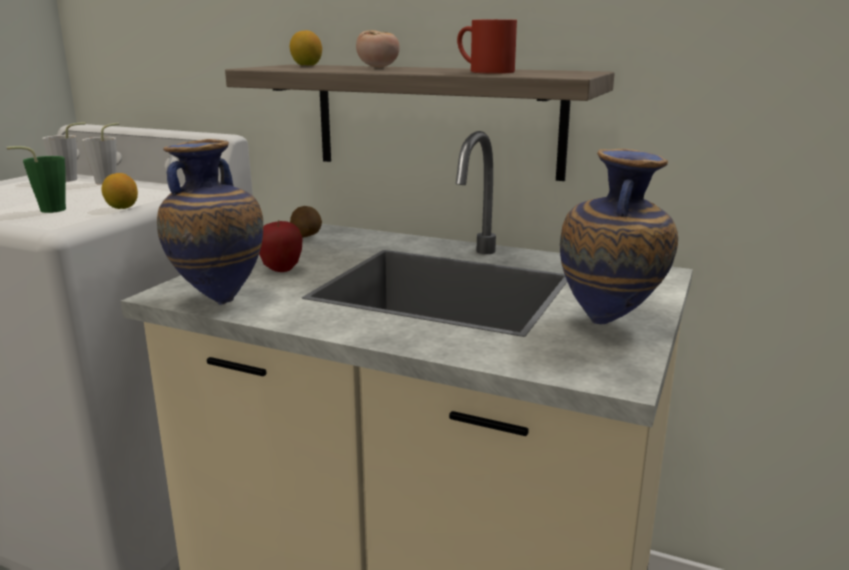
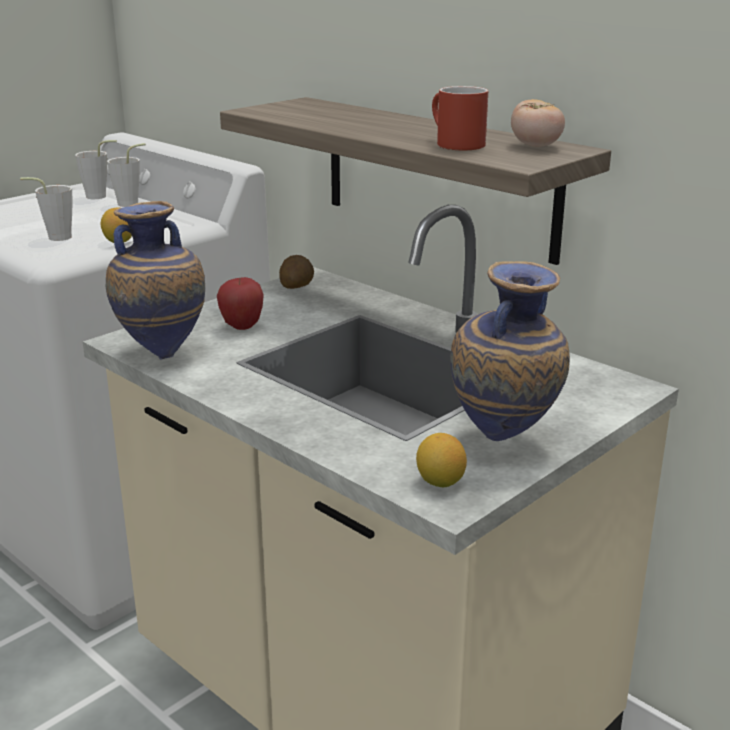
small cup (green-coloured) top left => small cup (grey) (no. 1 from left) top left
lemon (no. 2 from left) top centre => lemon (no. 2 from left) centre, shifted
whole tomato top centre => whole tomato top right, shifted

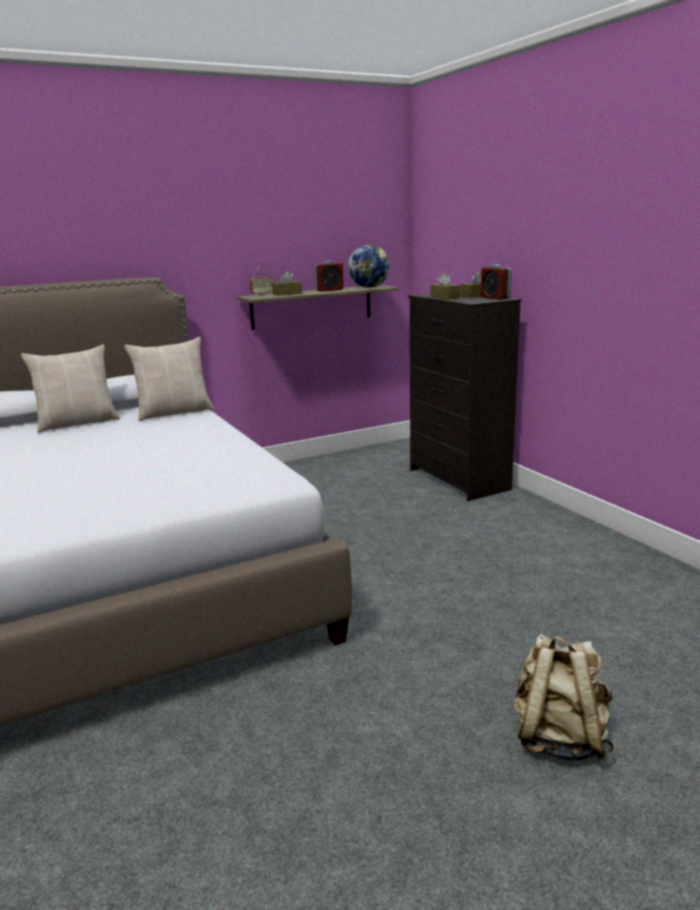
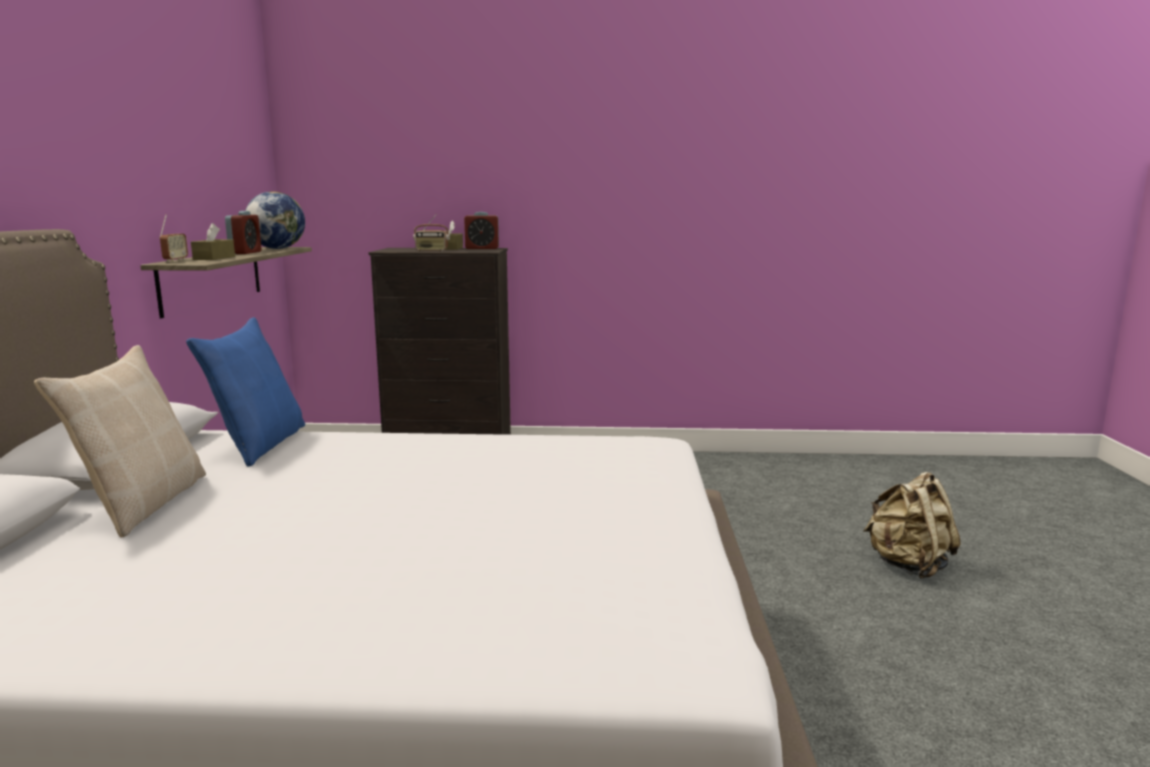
pillow (beige) (no. 2 from left) middle left => pillow (bluish) middle left
tissue holder (brownish) (no. 2 from left) top centre => radio (no. 2 from left) top centre

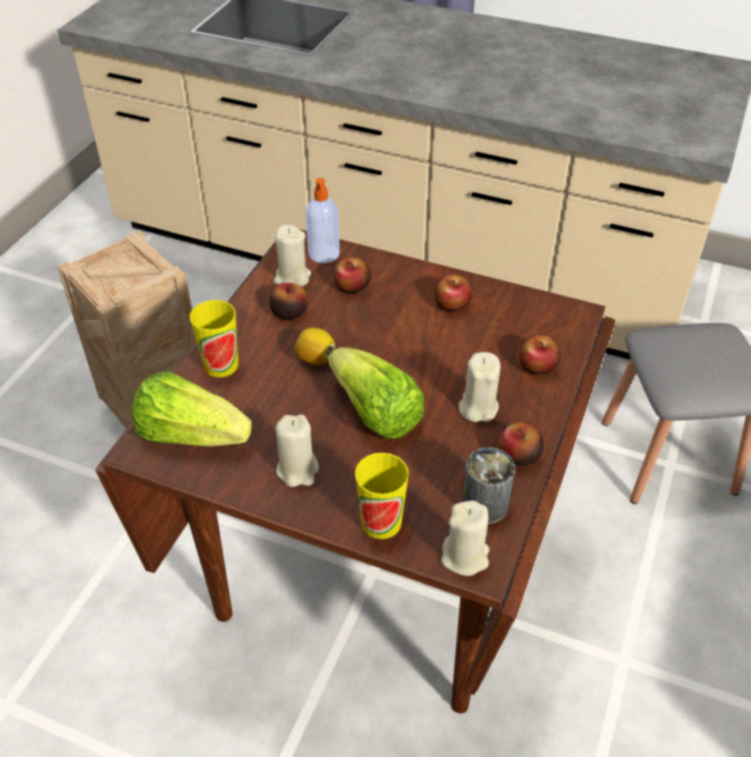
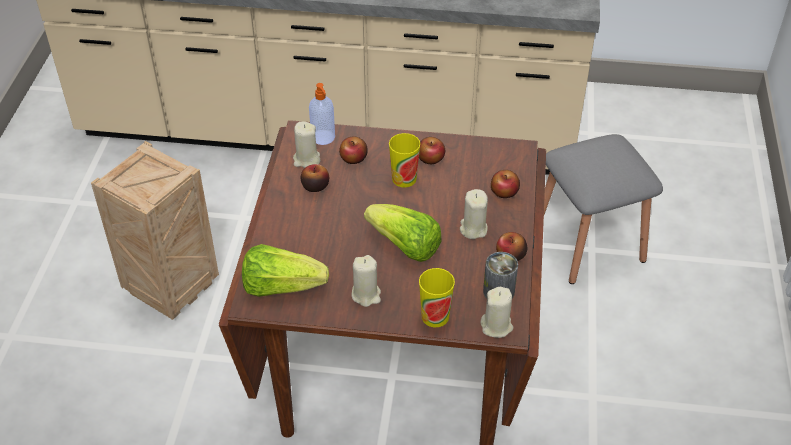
small cup (no. 1 from left) middle left => small cup (no. 1 from left) centre, shifted
lemon centre => nothing

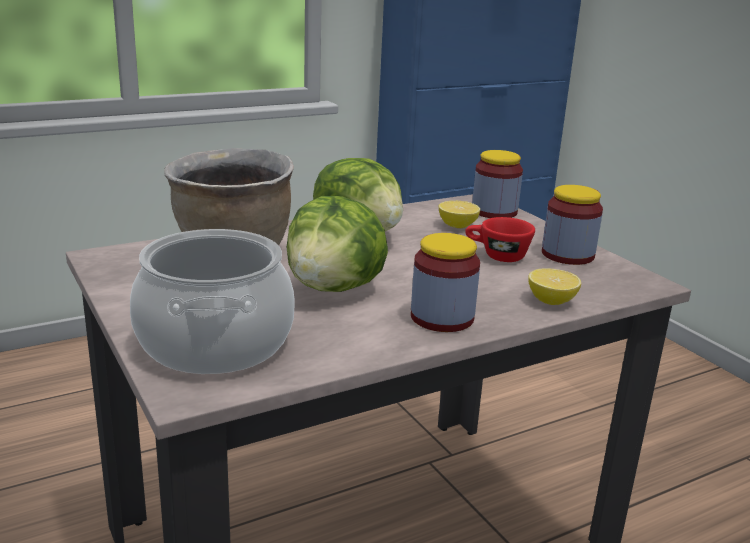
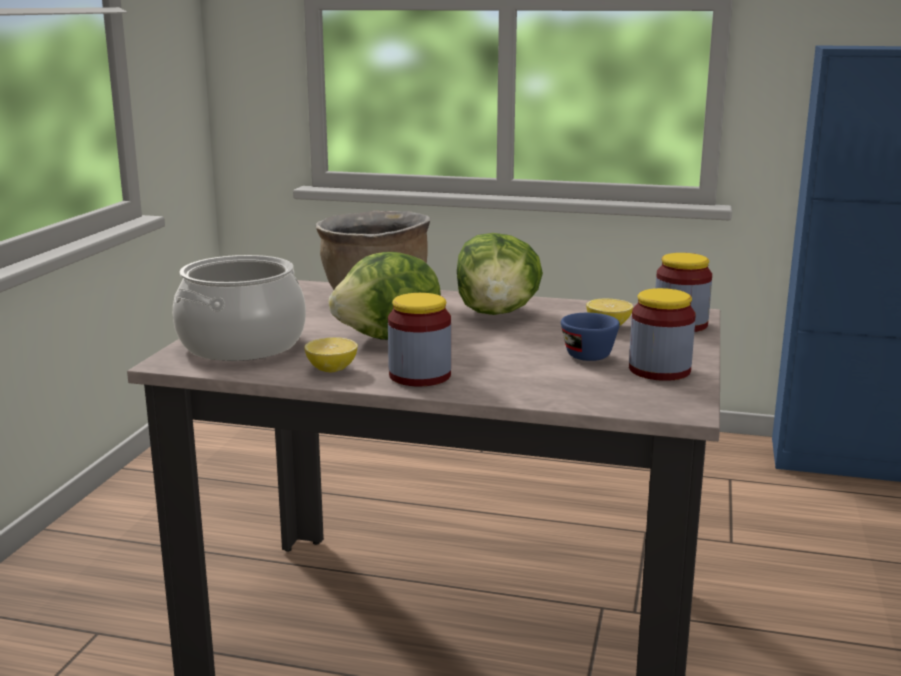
lemon (no. 2 from left in the first image) middle right => lemon (no. 1 from left) centre, shifted
small cup (red-coloured) middle right => small cup (bluish) centre

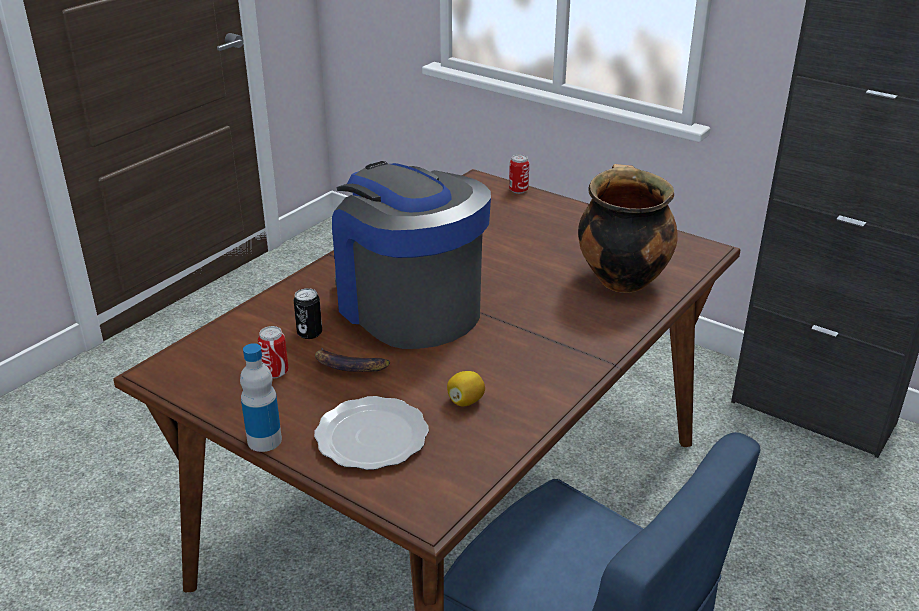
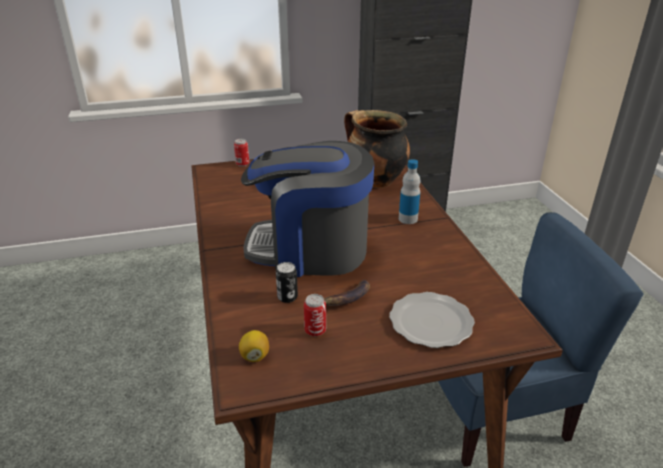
lemon centre => lemon bottom centre, shifted
beverage bottle middle left => beverage bottle centre, shifted

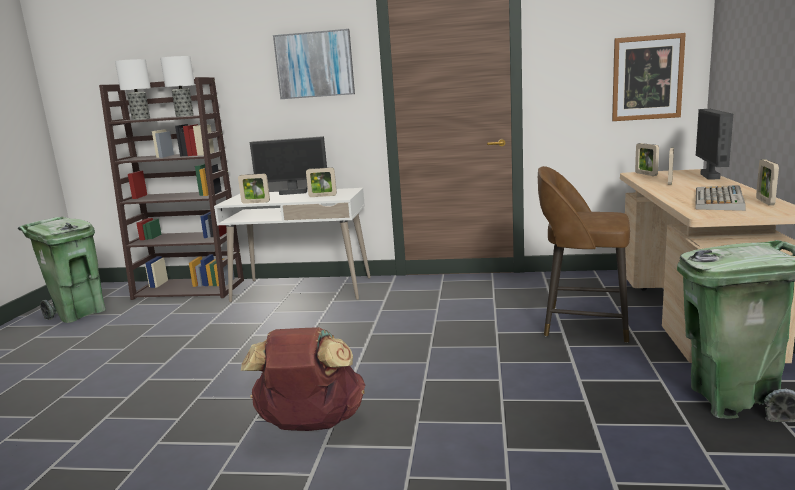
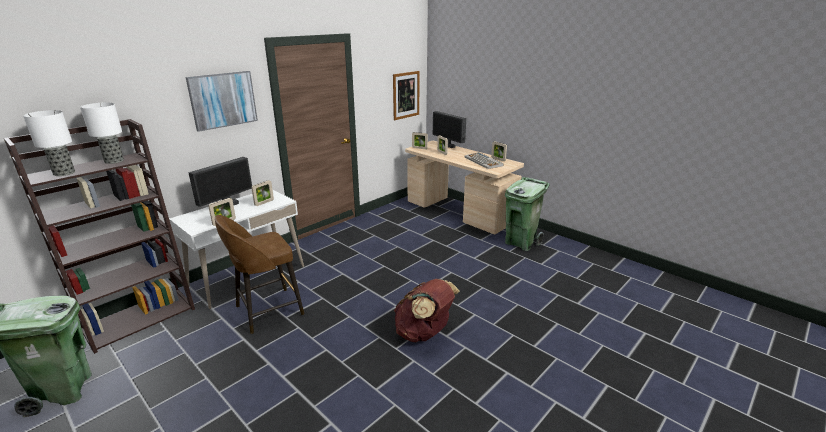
sitting stool (brownish) middle right => sitting stool (brownish) middle left, shifted

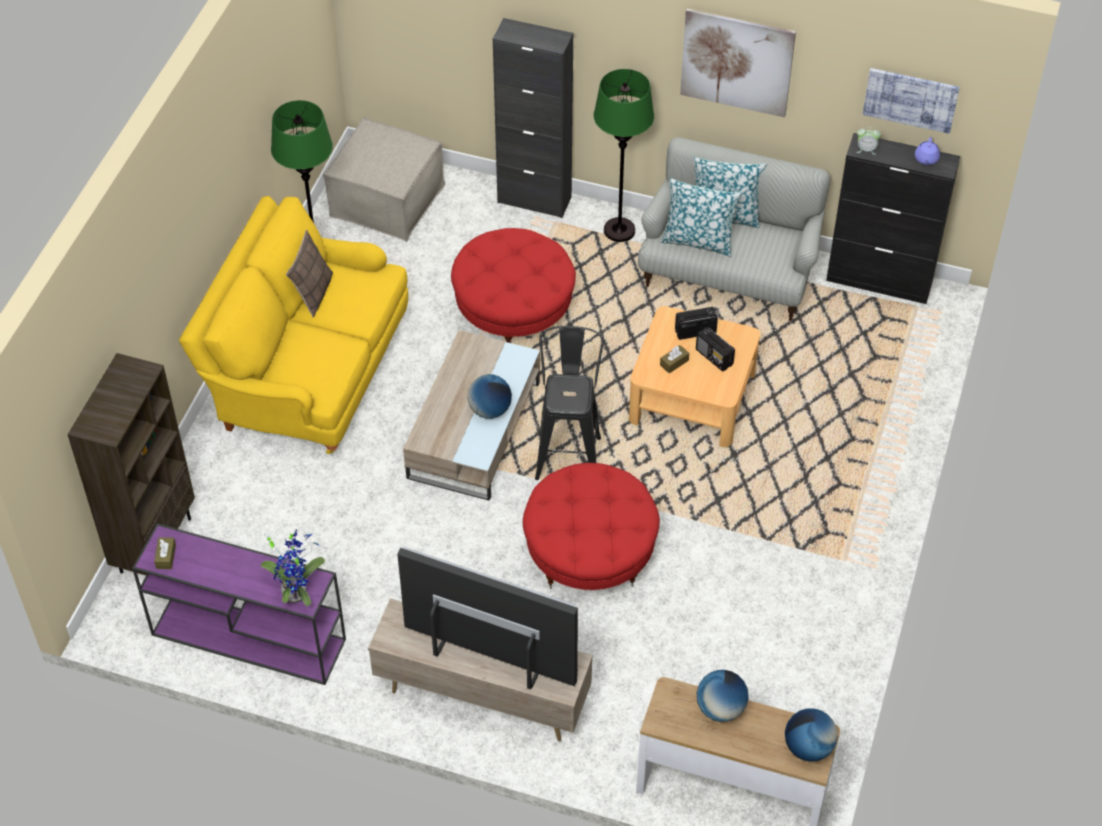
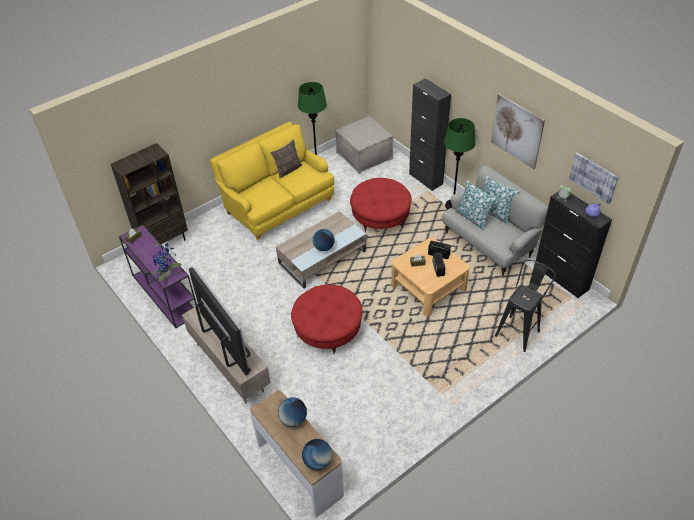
sitting stool (blackish) centre => sitting stool (blackish) middle right, shifted

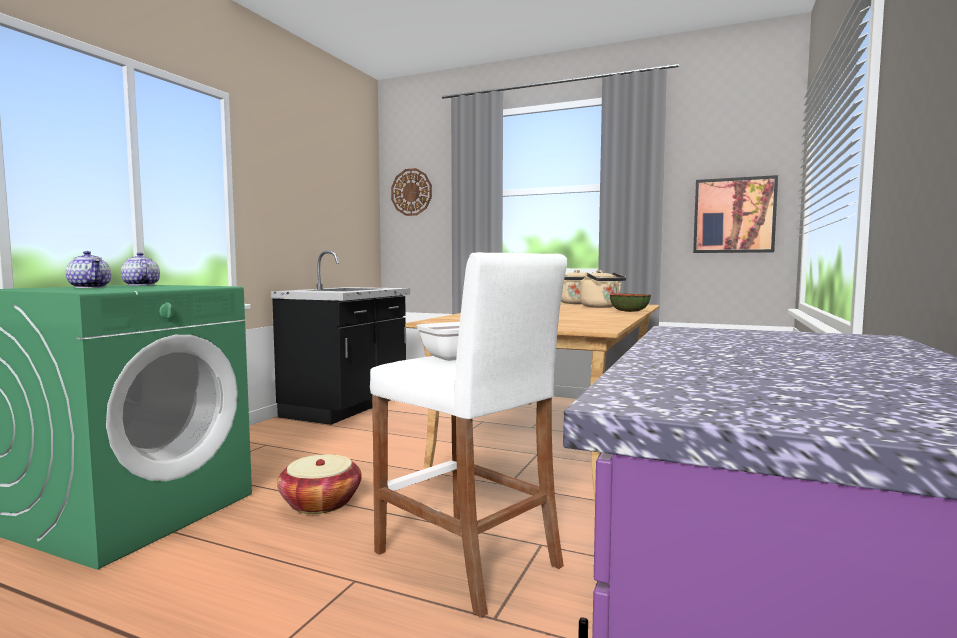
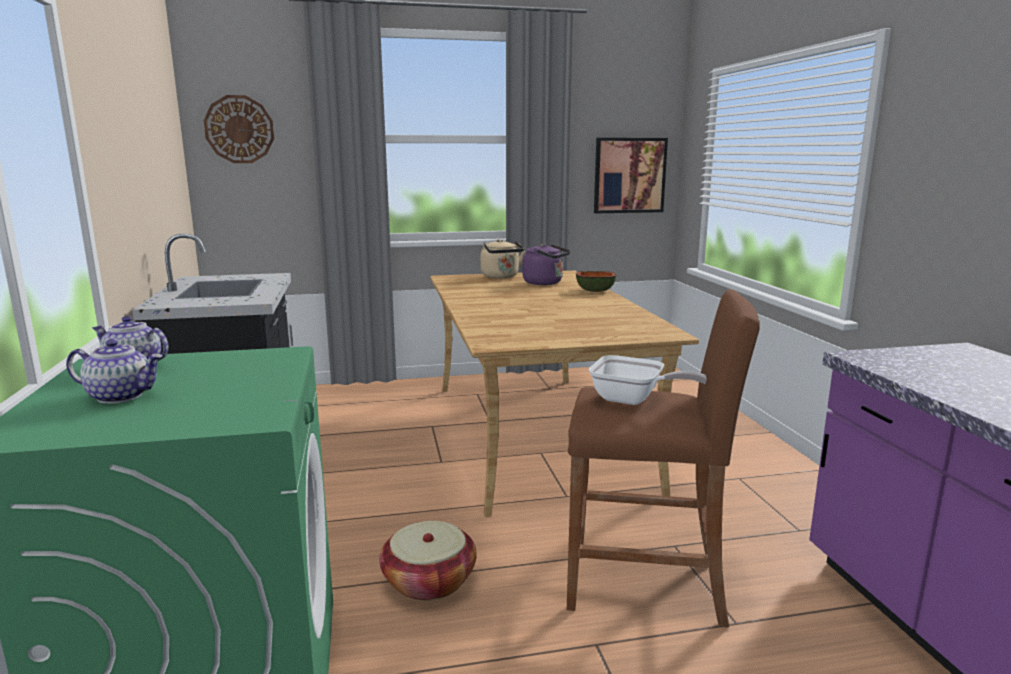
tea kettle (beige) (no. 2 from left) centre => tea kettle (purplish) centre
sitting stool (white) bottom centre => sitting stool (brownish) bottom centre

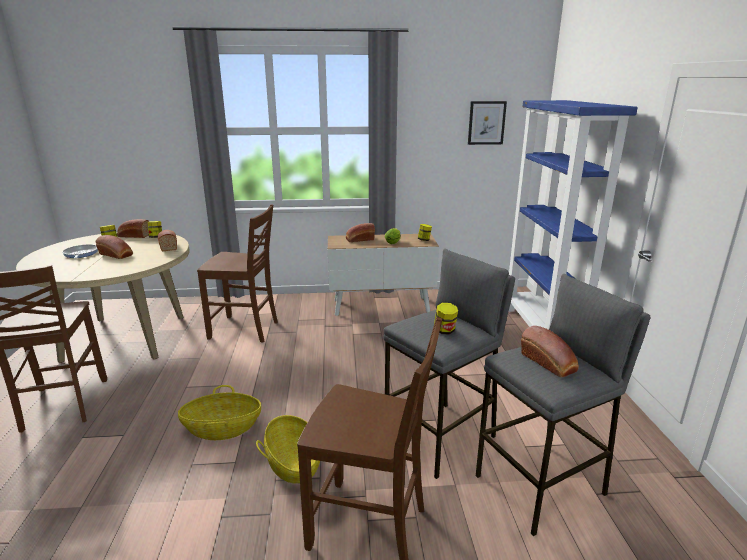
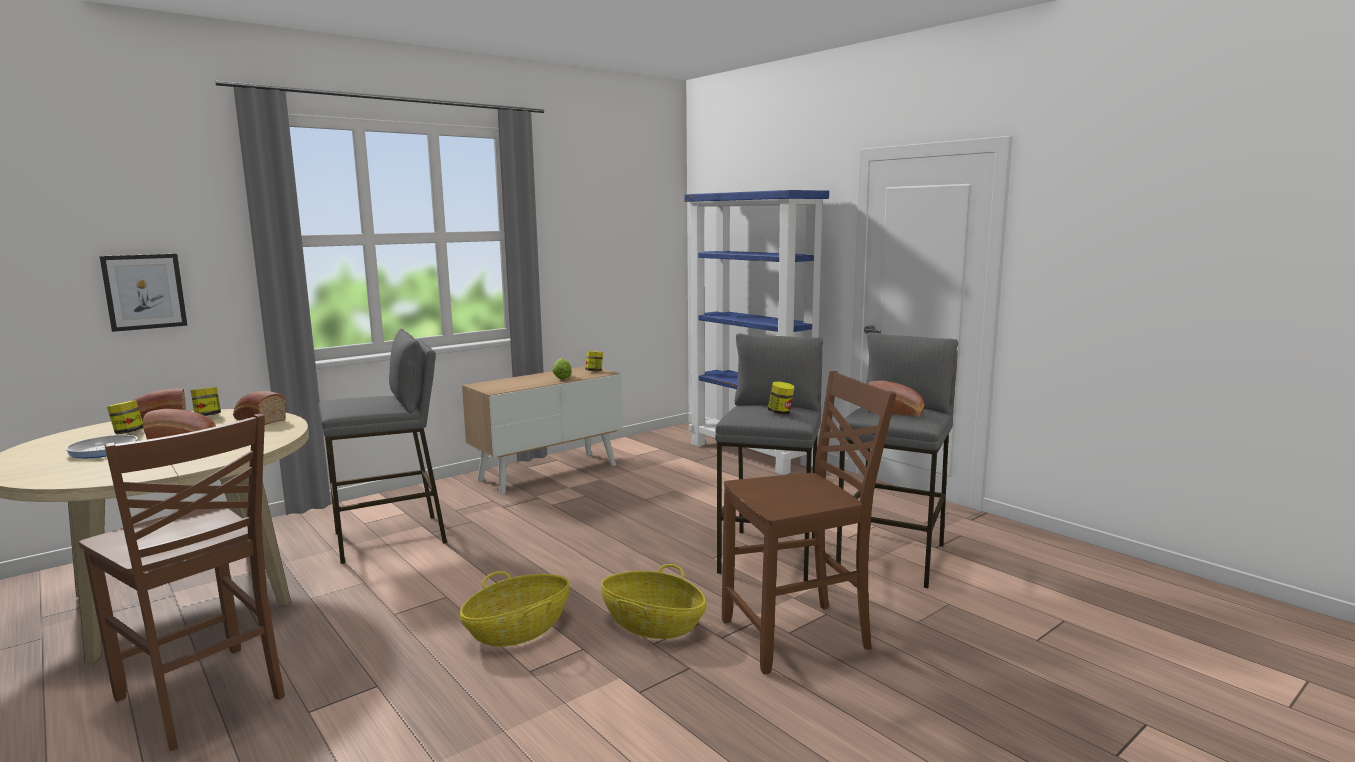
wall picture top centre => wall picture middle left, shifted
plain chair (brownish) (no. 2 from left) middle left => sitting stool (grey) (no. 1 from left) middle left
bakery bread (no. 4 from left) centre => nothing

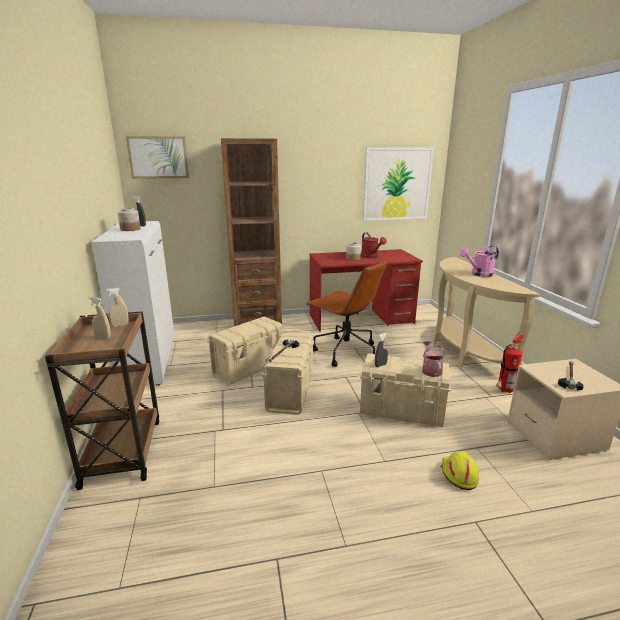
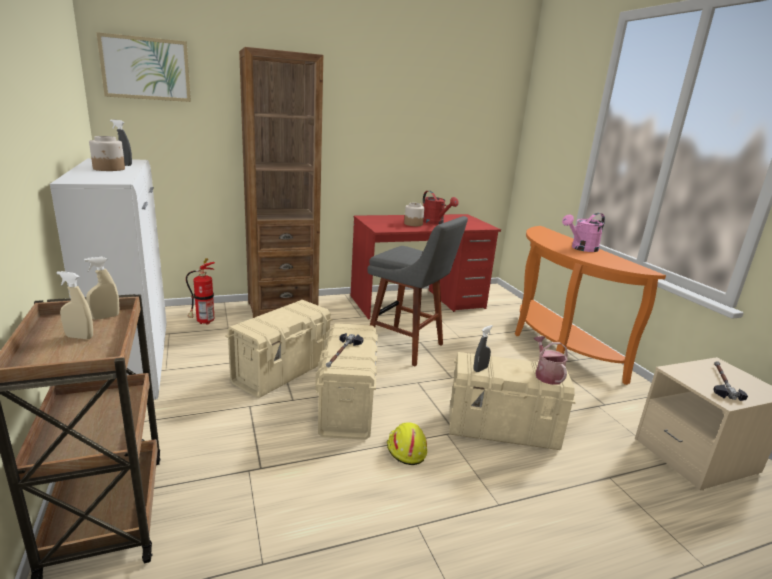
fire-fighting cylinder middle right => fire-fighting cylinder middle left, shifted
computer chair (brownish) centre => sitting stool (grey) centre
work helmet (yellow-coloured) bottom right => work helmet (yellow-coloured) bottom centre, shifted
console table (beige) middle right => console table (orange) middle right
wall picture (no. 2 from left) top centre => nothing

